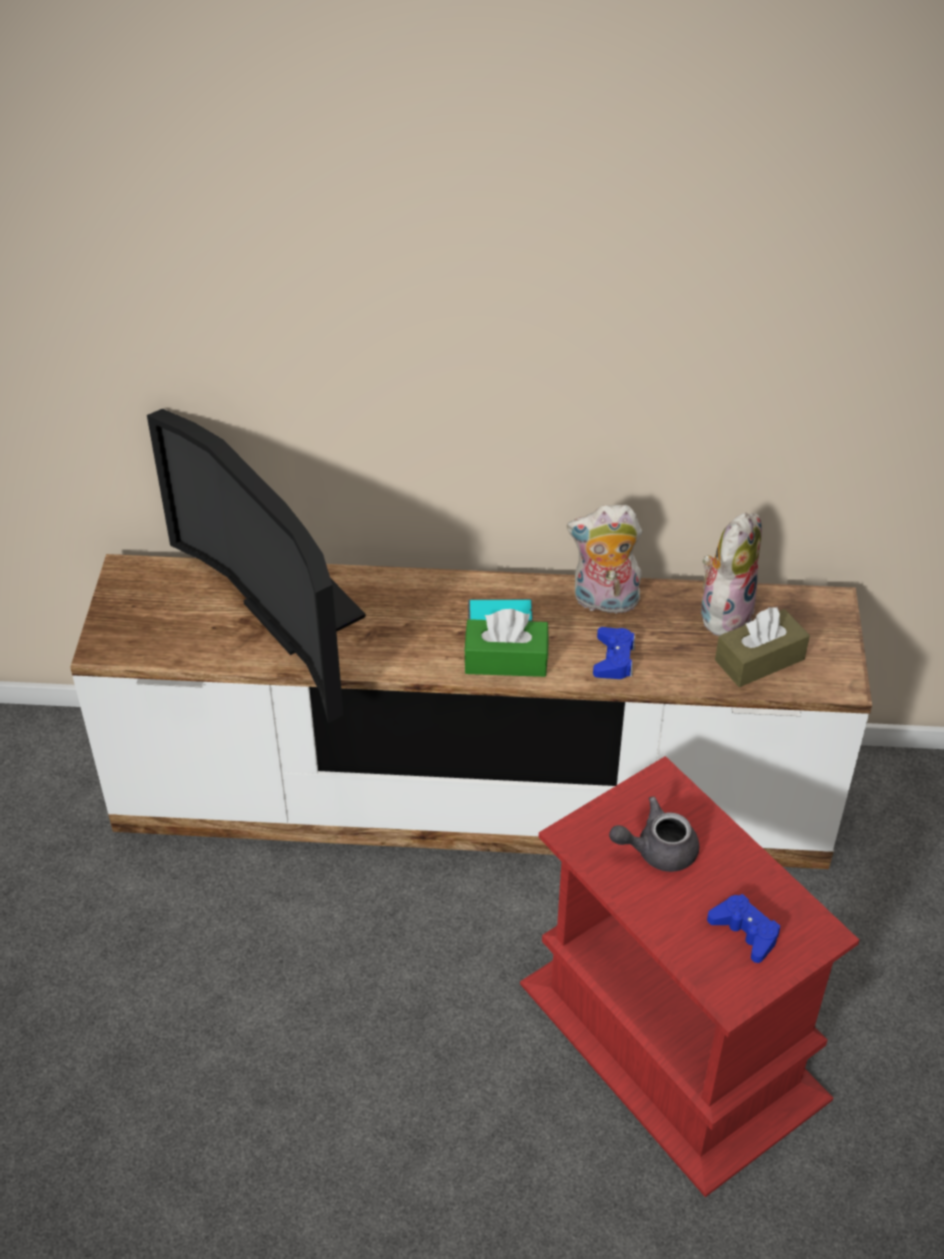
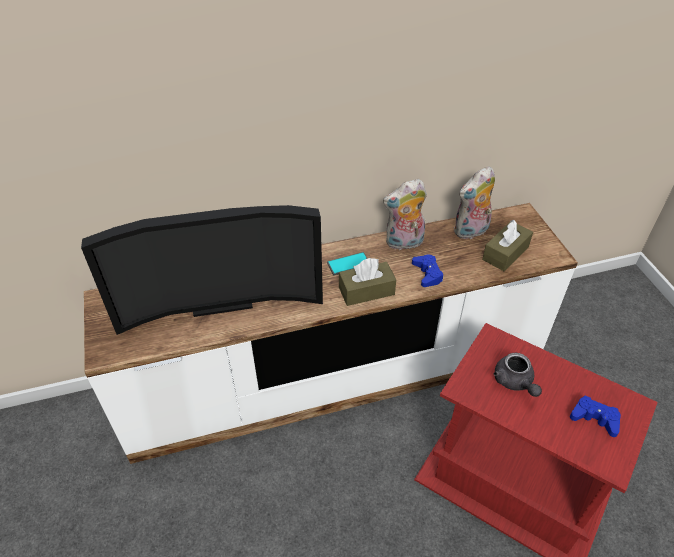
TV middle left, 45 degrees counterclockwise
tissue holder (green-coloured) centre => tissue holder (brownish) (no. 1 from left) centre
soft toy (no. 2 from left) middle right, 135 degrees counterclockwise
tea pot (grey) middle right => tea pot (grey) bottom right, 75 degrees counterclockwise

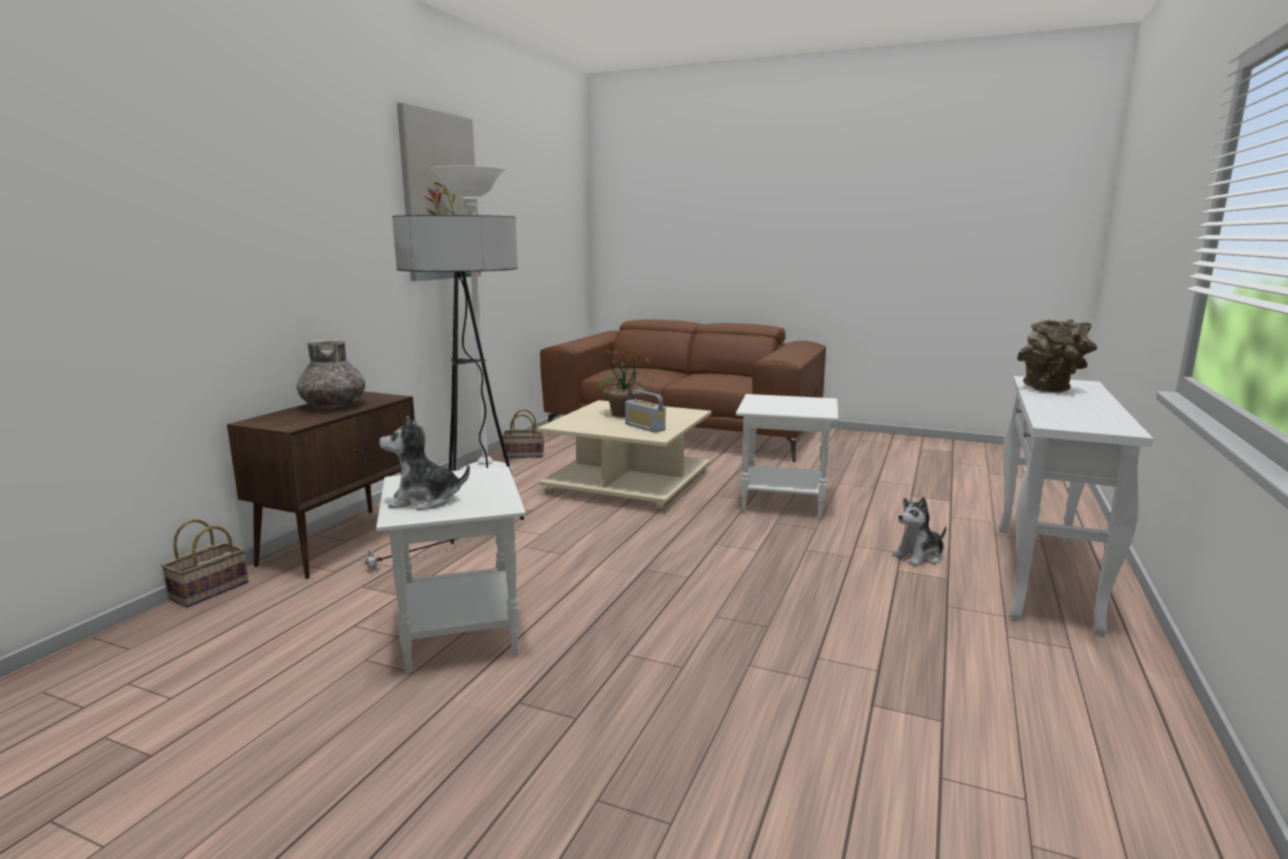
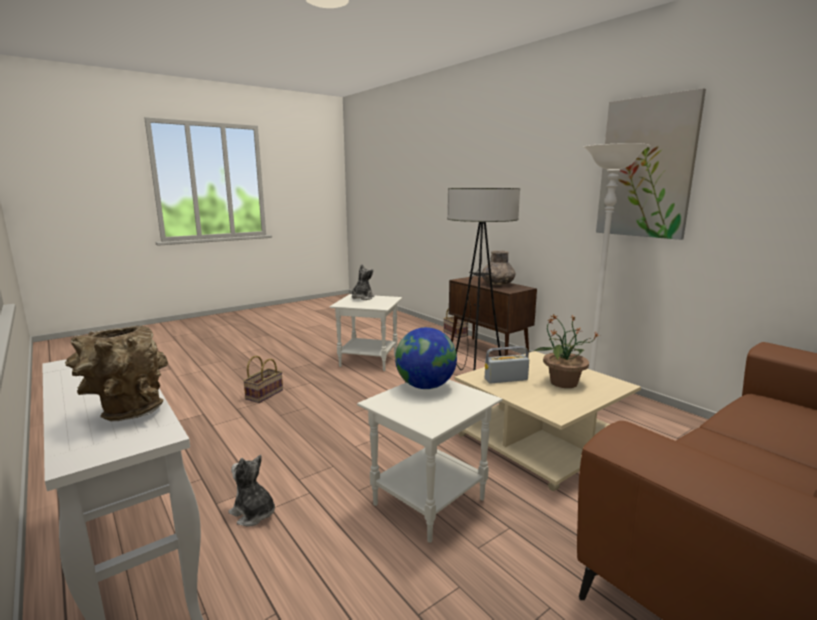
soft toy (no. 2 from left in the first image) middle right => soft toy (no. 1 from left) bottom left, 60 degrees counterclockwise
storage basket (no. 2 from left in the first image) centre => storage basket (no. 1 from left) middle left, shifted
nothing => desk globe centre

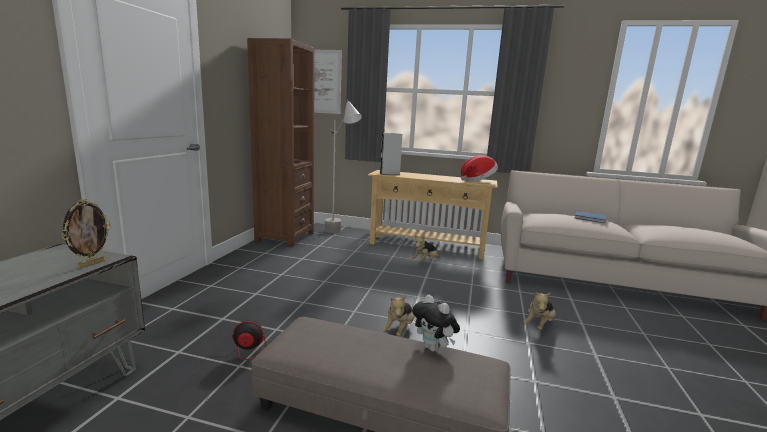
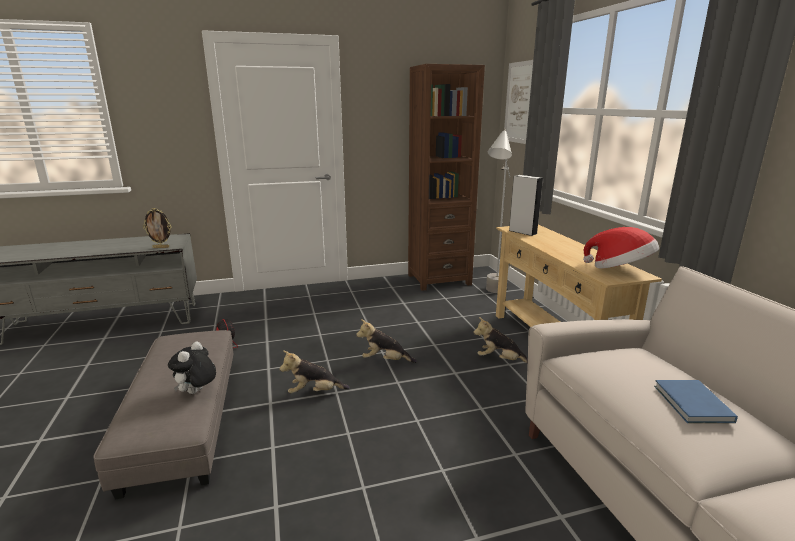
soft toy (no. 4 from left in the first image) bottom right => soft toy (no. 3 from left) centre, shifted

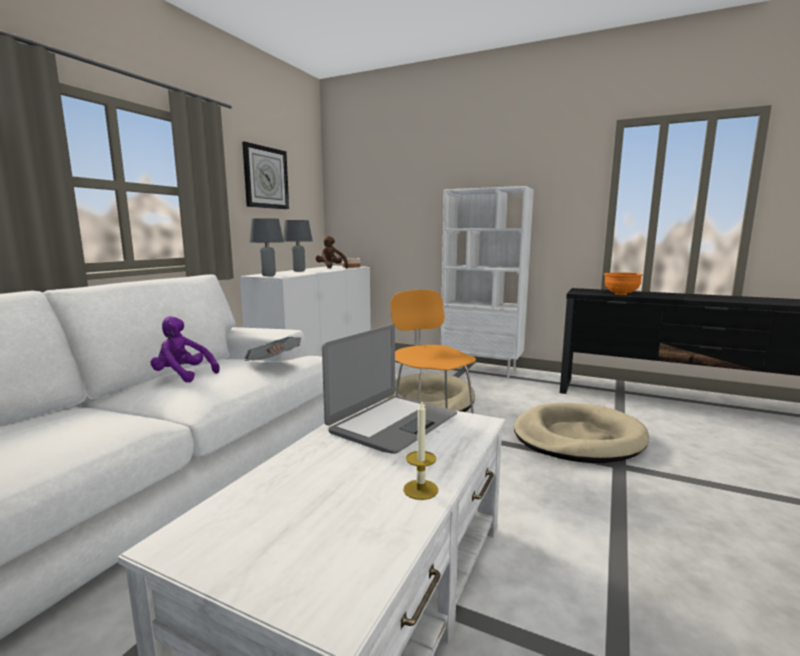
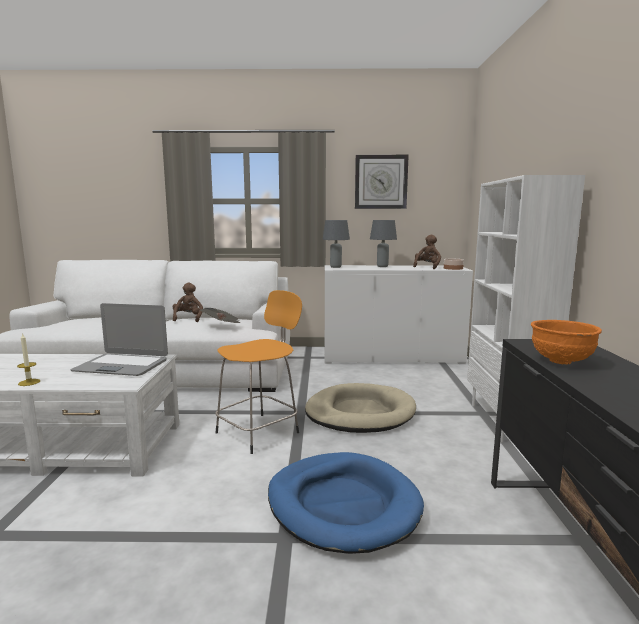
soft toy (purplish) middle left => soft toy (brownish) (no. 1 from left) middle left
dog bed (beige) (no. 2 from left) middle right => dog bed (bluish) bottom centre

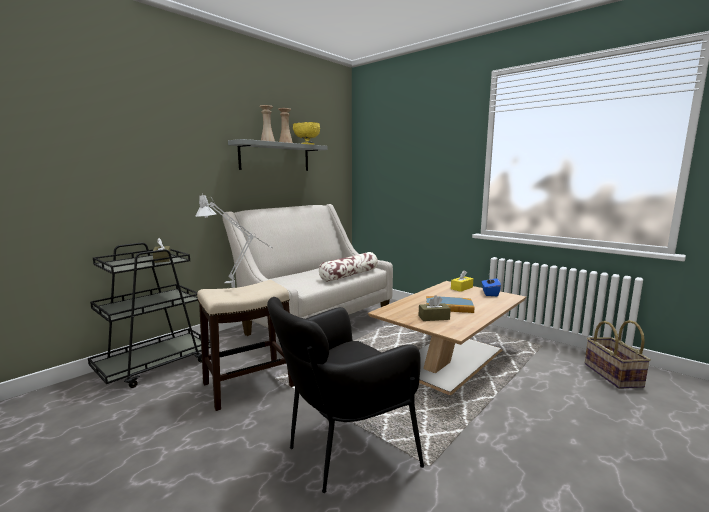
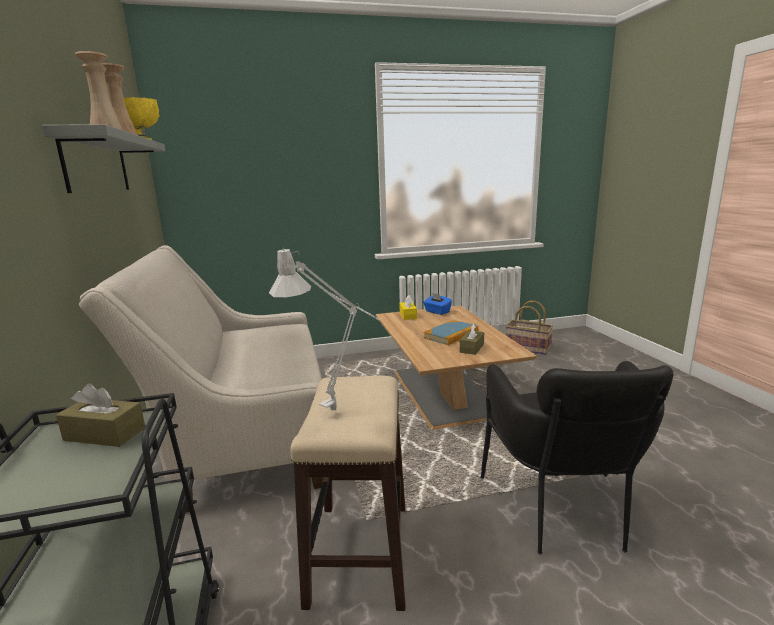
pillow centre => nothing

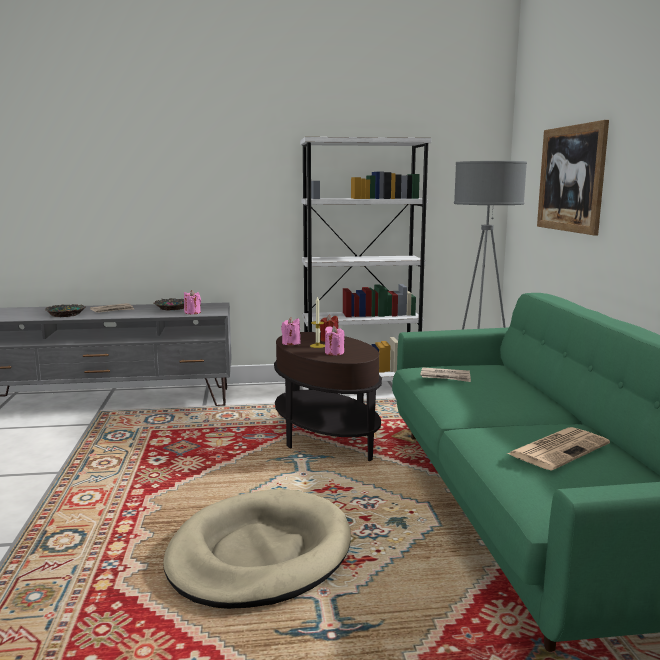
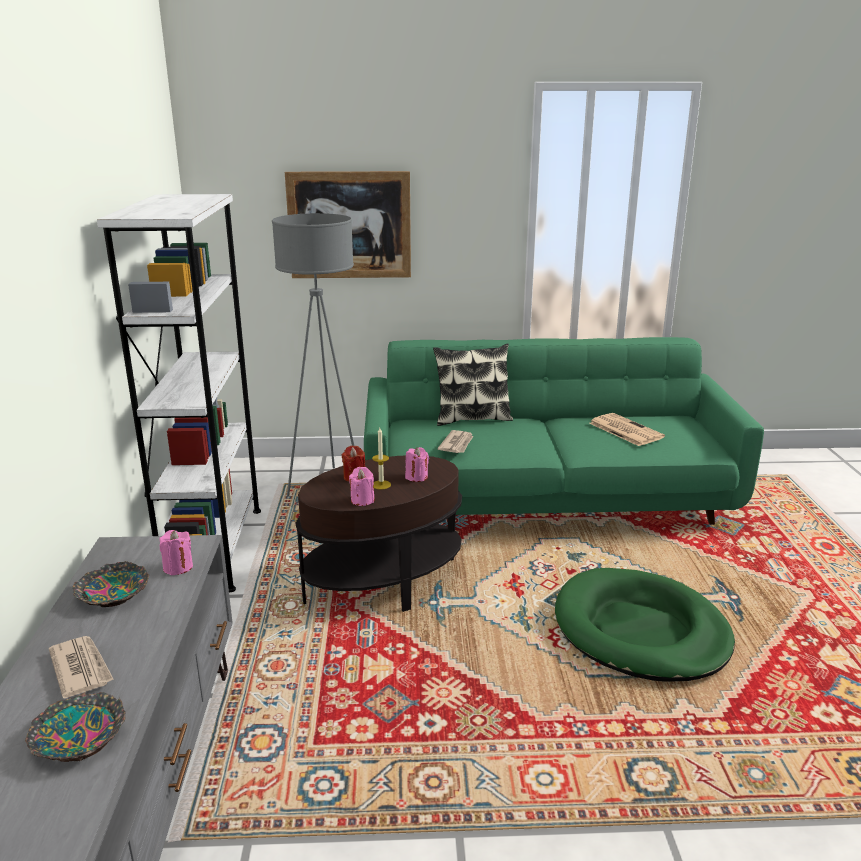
nothing => pillow centre
dog bed (beige) bottom centre => dog bed (green-coloured) bottom right

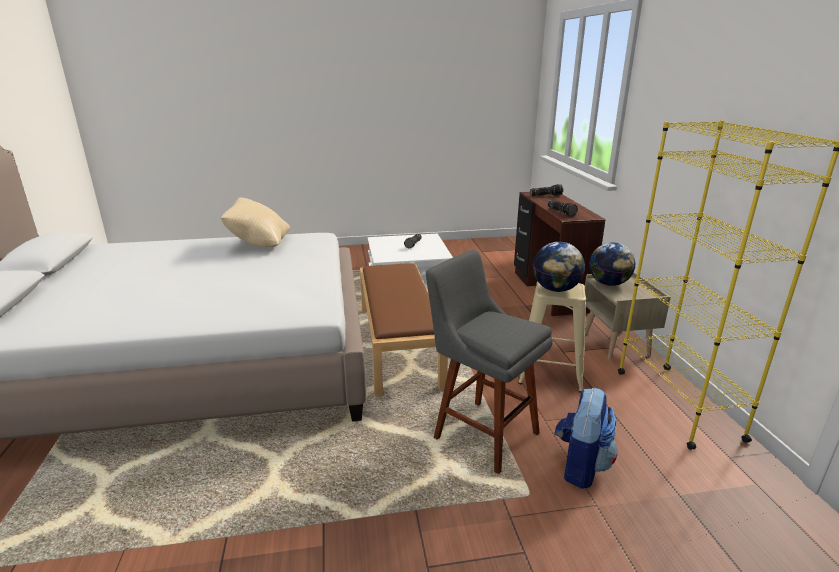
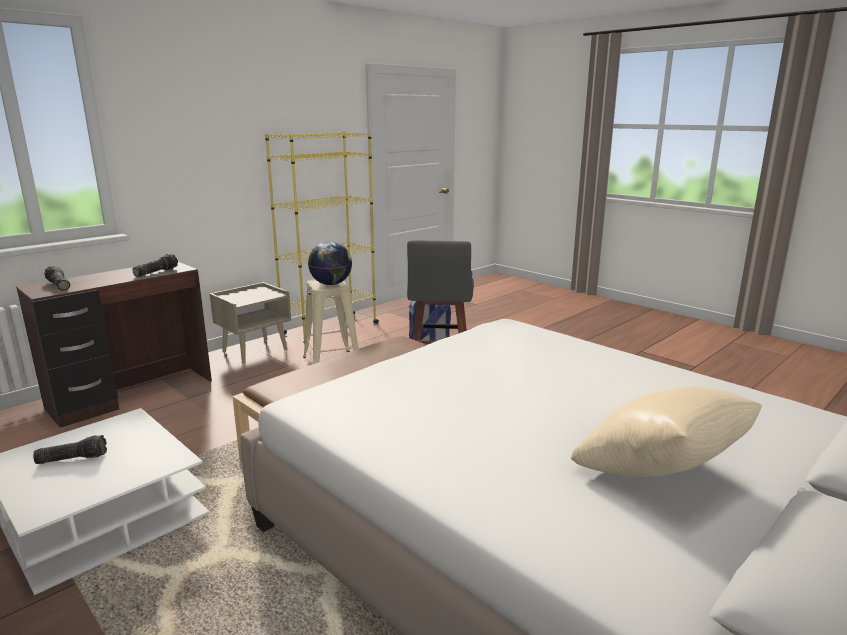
pillow (beige) middle left => pillow (beige) bottom right, shifted
desk globe (no. 2 from left) middle right => nothing

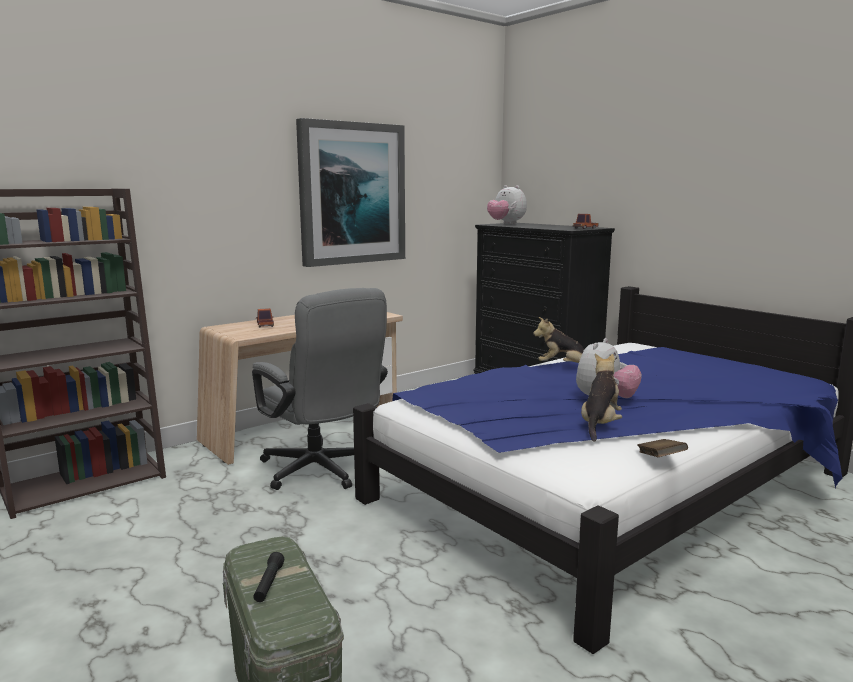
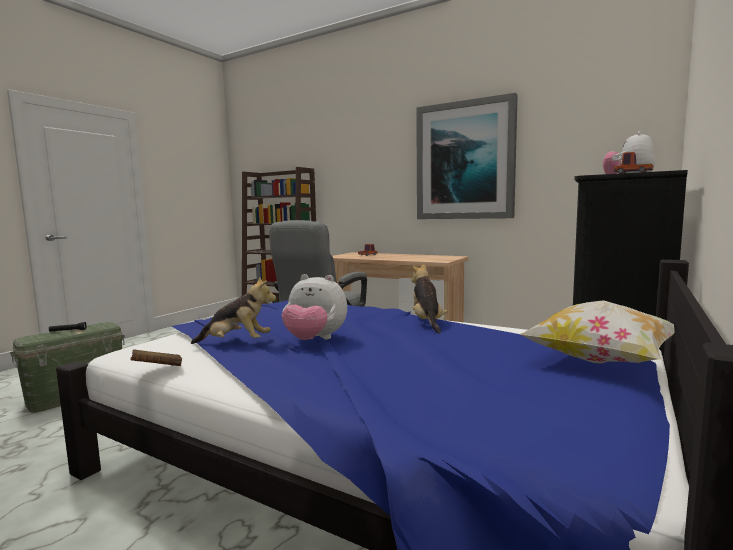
nothing => pillow middle right

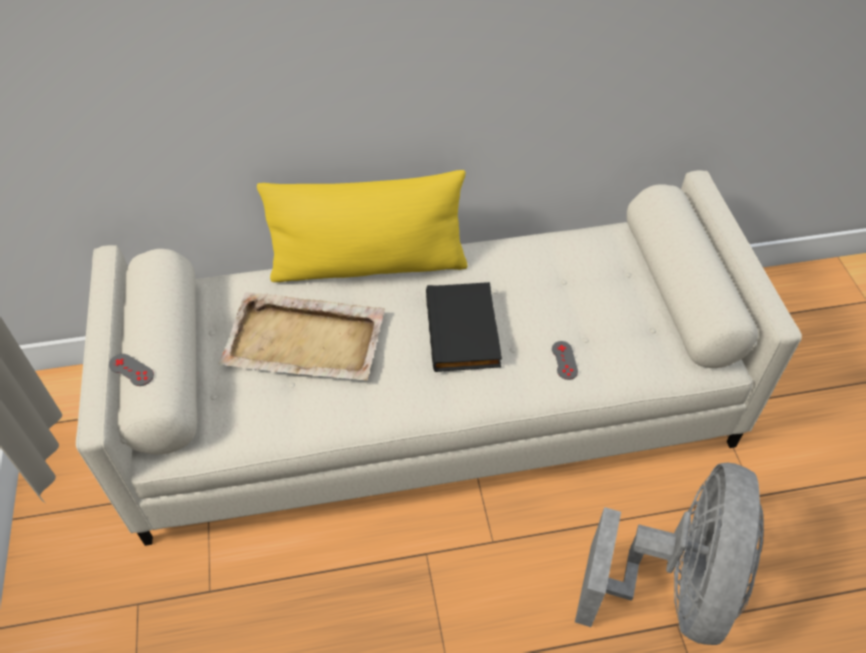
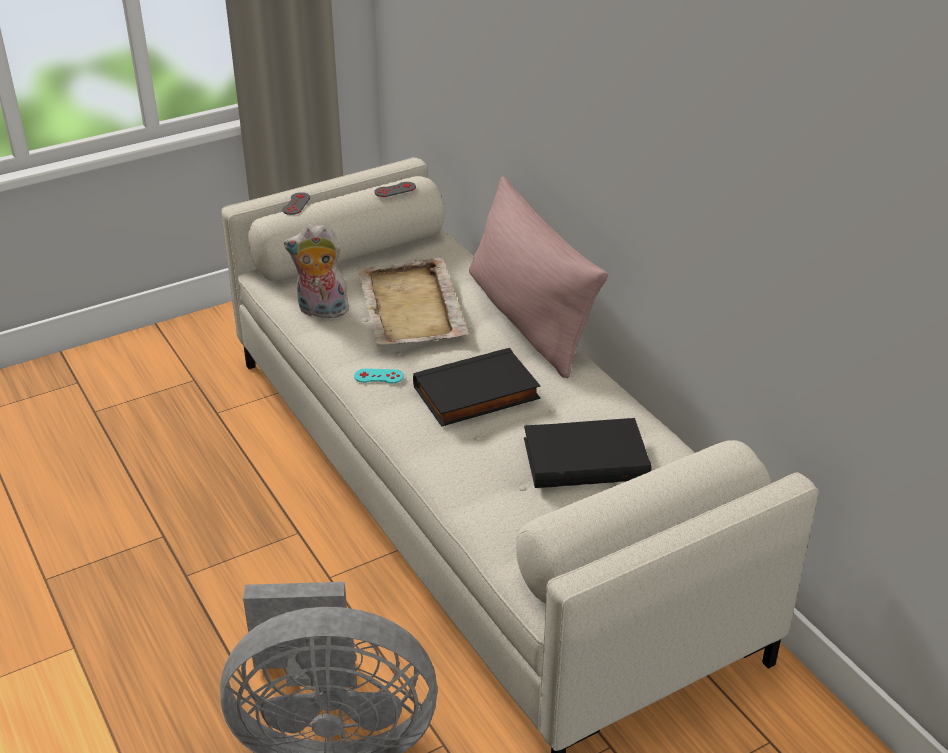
nothing => soft toy centre
nothing => game controller (turquoise) centre
game controller (grey) (no. 2 from left) centre => game controller (grey) (no. 2 from left) top centre, shifted
pillow (yellow-coloured) centre => pillow (pinkish) centre
nothing => book (blackish) (no. 2 from left) centre

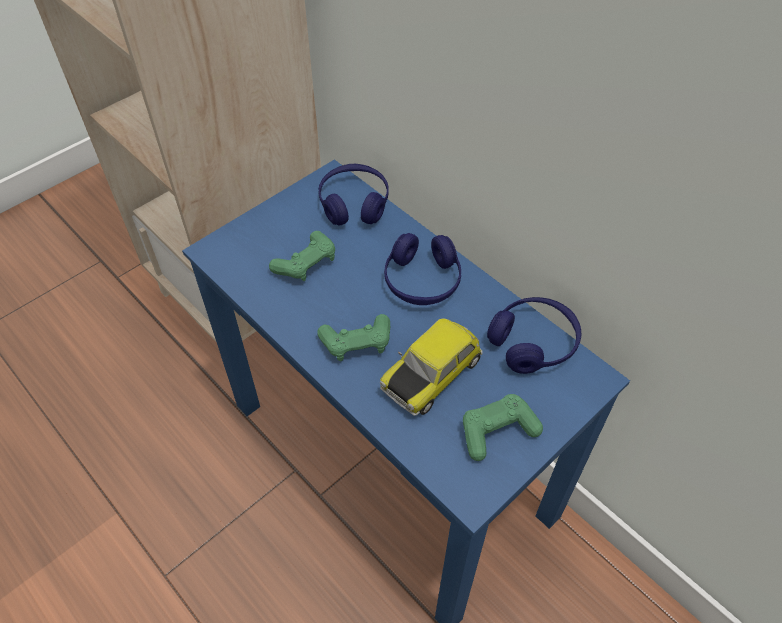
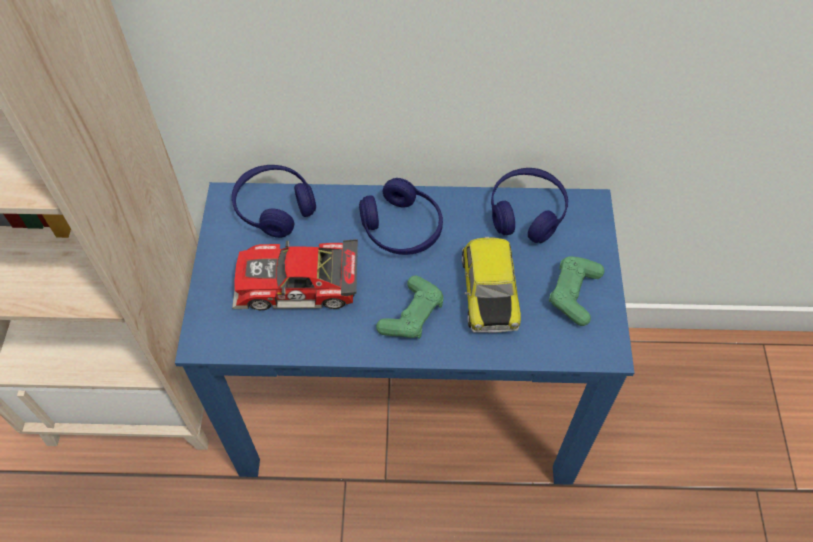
game controller (green-coloured) (no. 1 from left) centre => model car (no. 1 from left) centre

